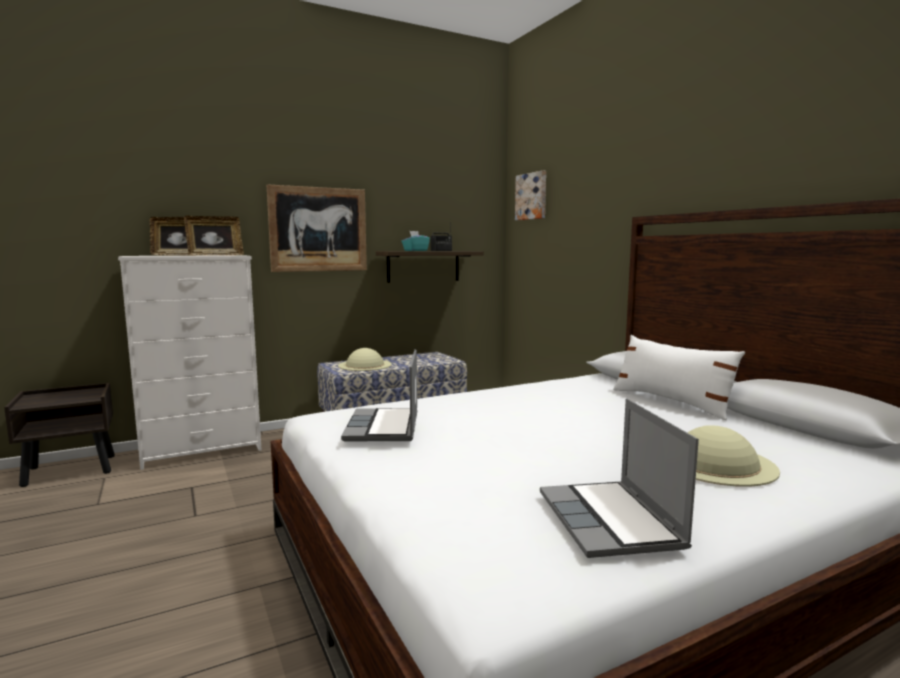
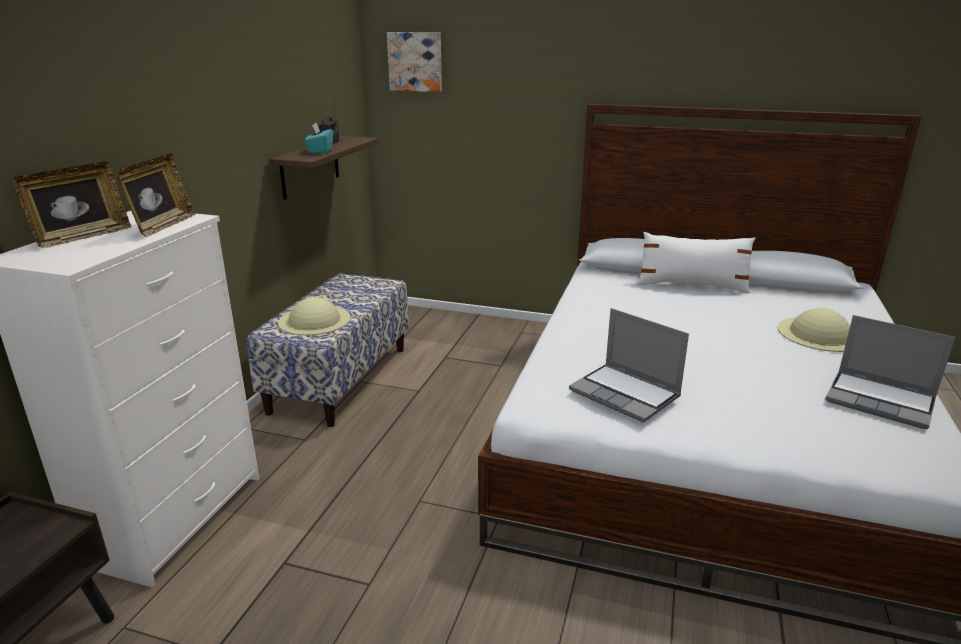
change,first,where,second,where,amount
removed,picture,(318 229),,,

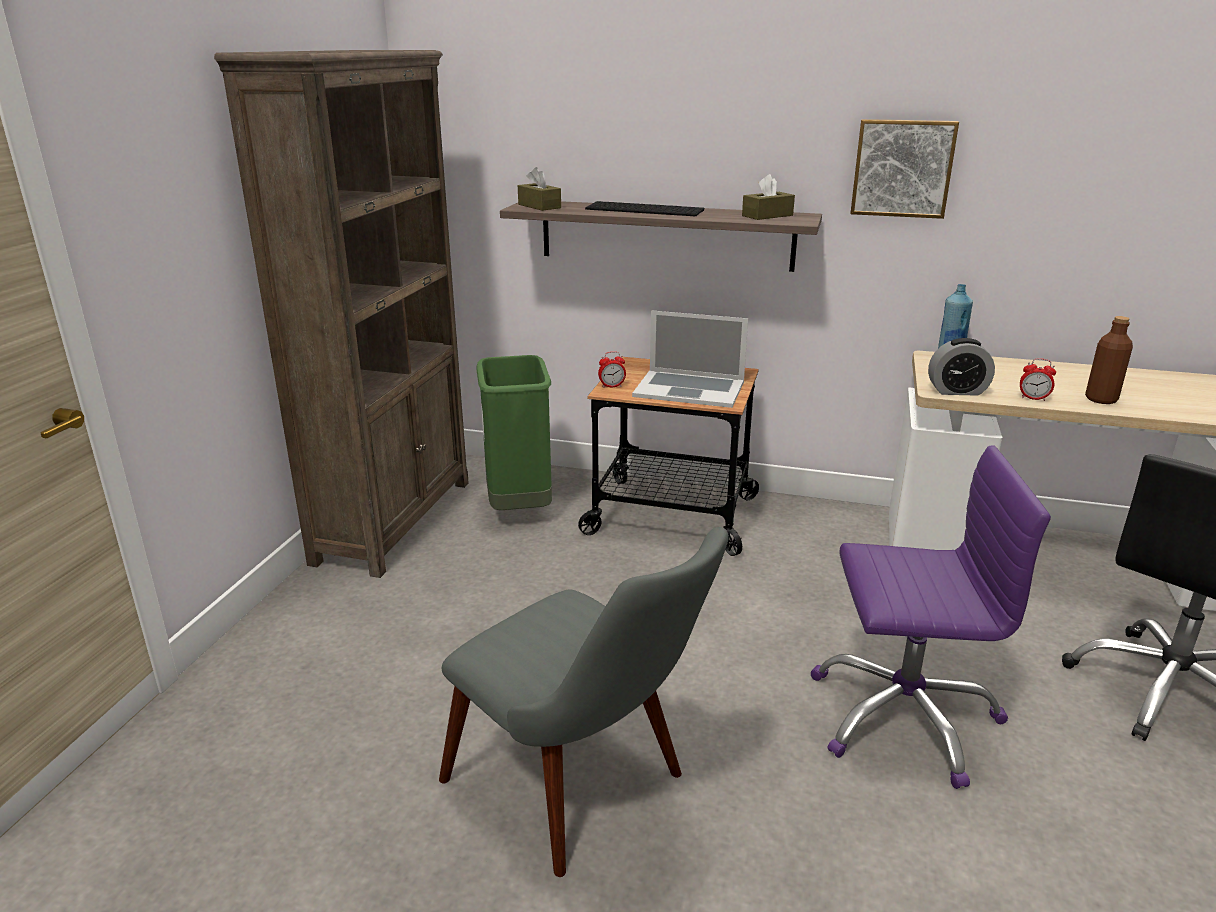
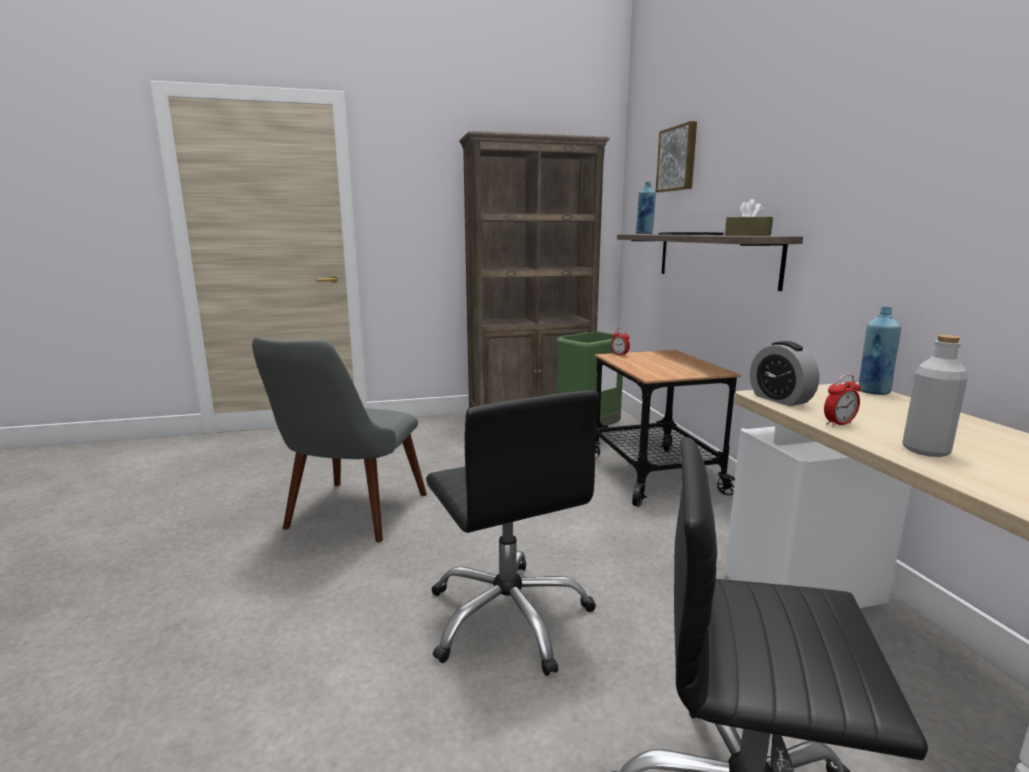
change,first,where,second,where,amount
moved,picture,(902 168),,(678 159),
replaced,brown tissue box,(539 206),blue bottle,(644 234),
removed,laptop,(689 389),,,
recoloured,brown bottle,(1101 399),grey bottle,(925 450),
turned,alarm clock,(1033 398),,(839 424),105 degrees counterclockwise
recoloured,purple office chair,(903 715),black office chair,(509 617),

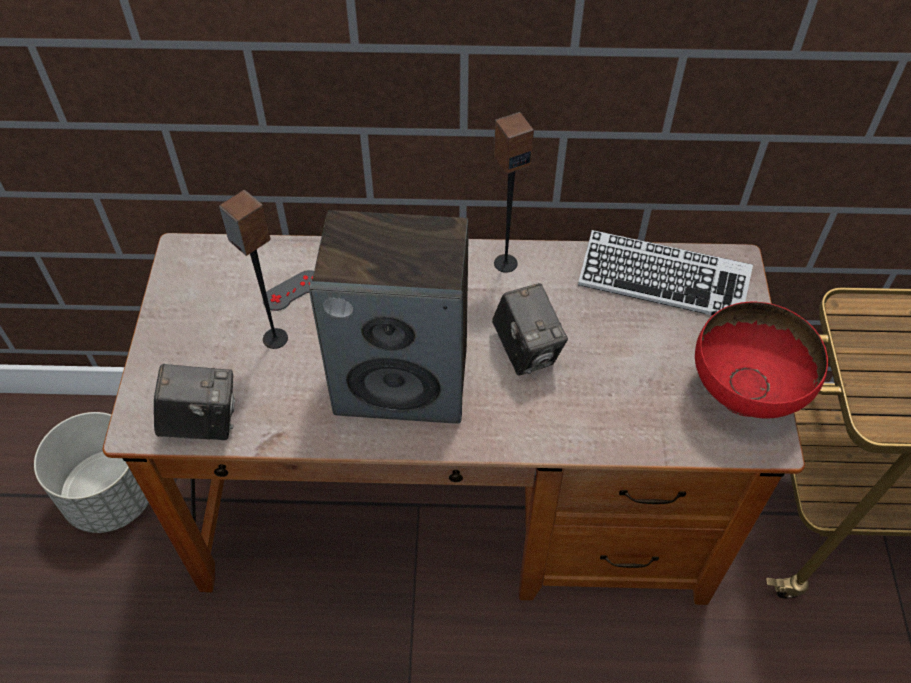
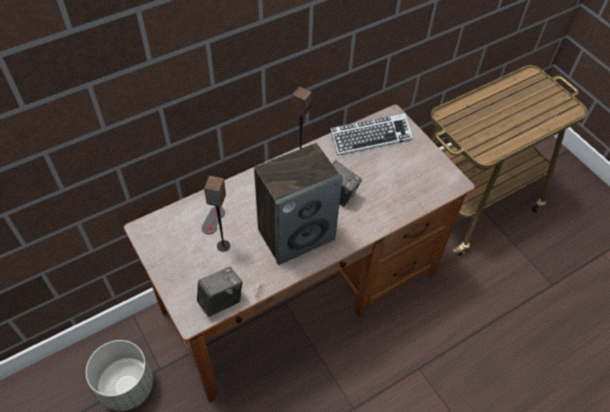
change,first,where,second,where,amount
removed,red bowl,(745 393),,,

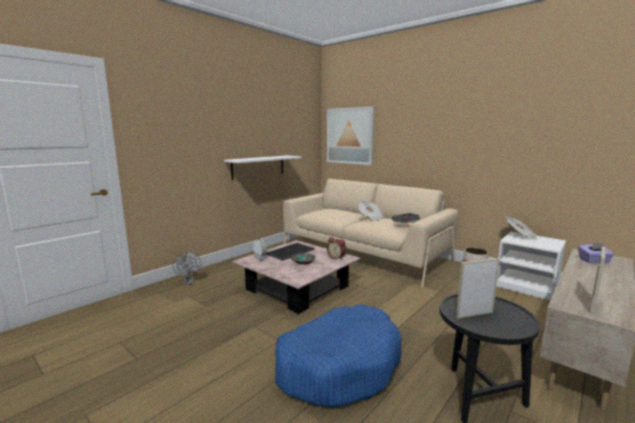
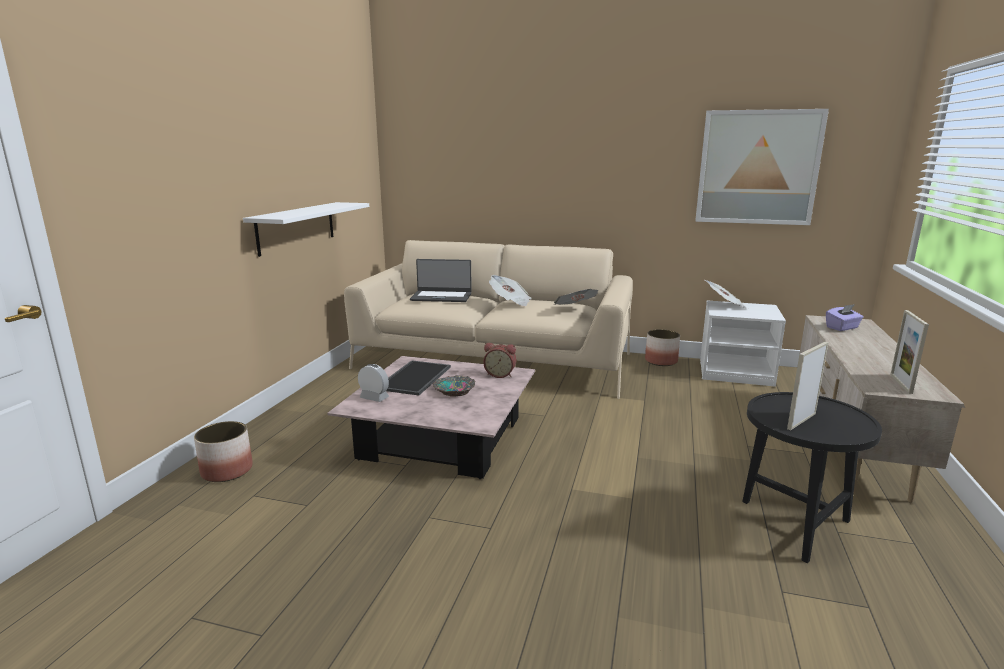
change,first,where,second,where,amount
moved,picture,(349 136),,(757 167),
replaced,grey fan,(189 282),planter,(227 470),
removed,blue dog bed,(339 365),,,
added,,,laptop,(441 297),

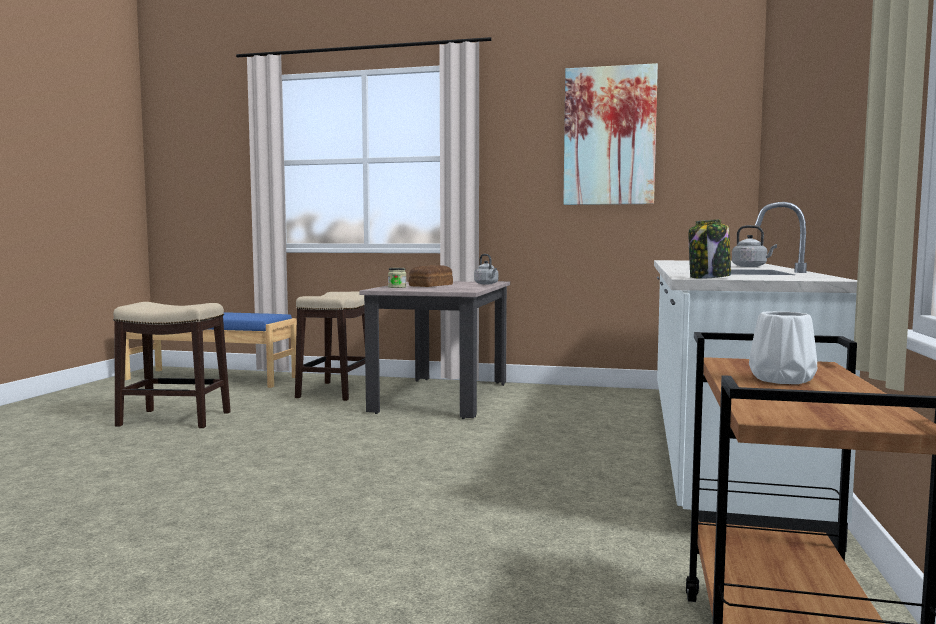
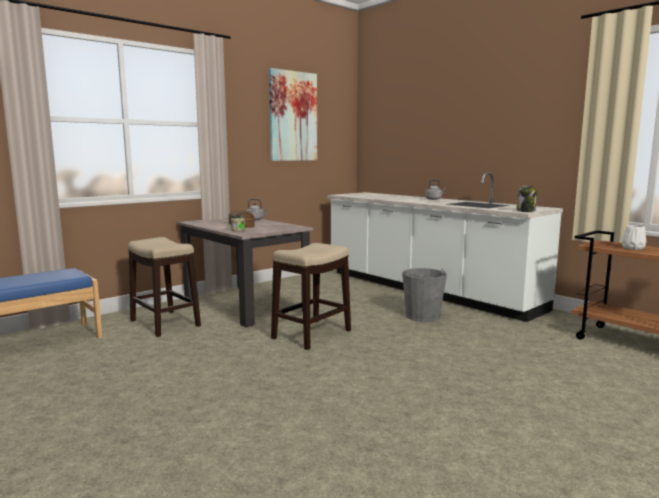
change,first,where,second,where,amount
moved,stool,(173 419),,(311 334),
added,,,grey bucket,(422 316),

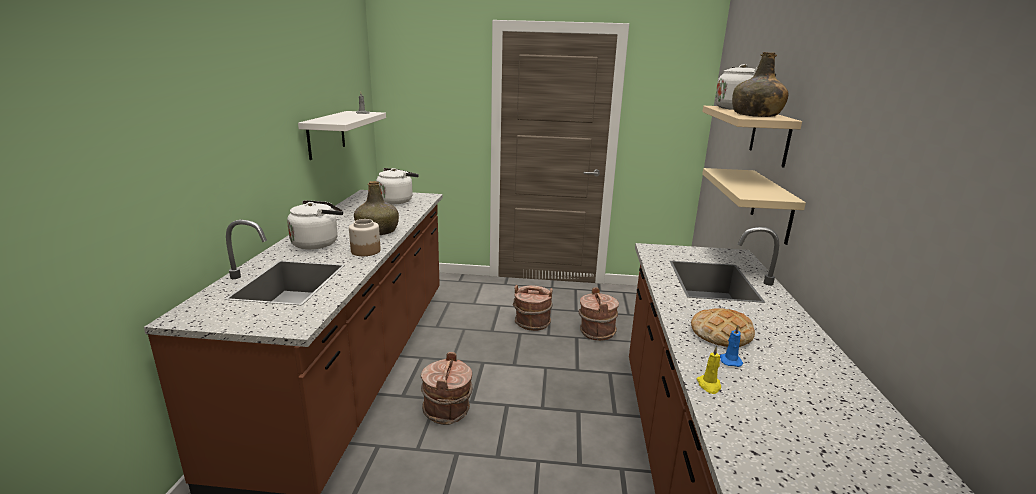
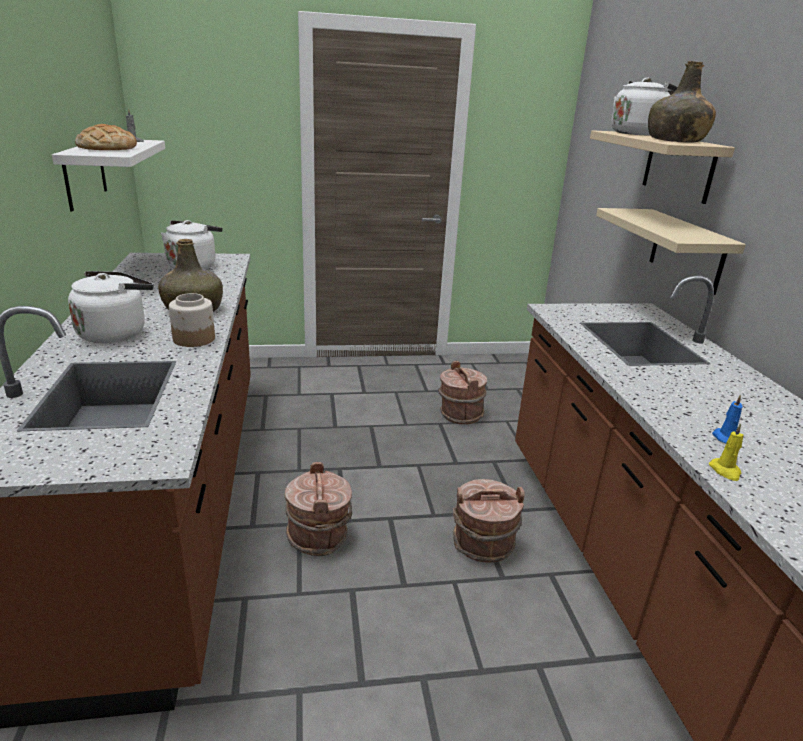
change,first,where,second,where,amount
moved,brown bucket,(532 323),,(483 545),
moved,bread,(721 333),,(107 148),

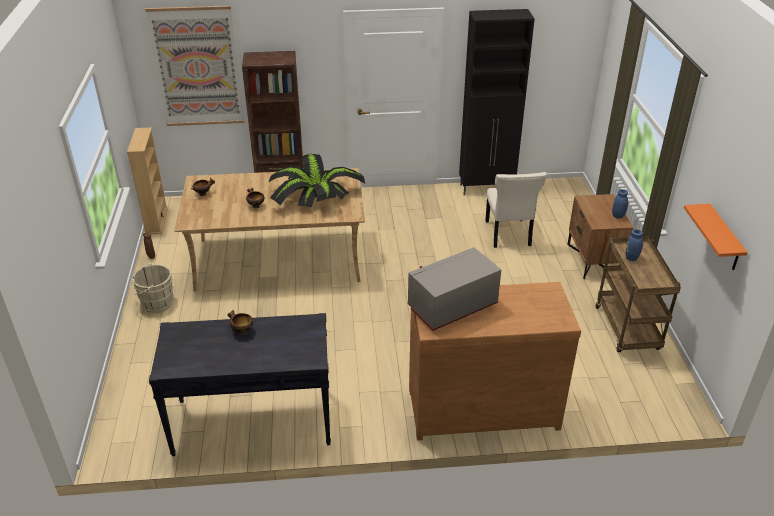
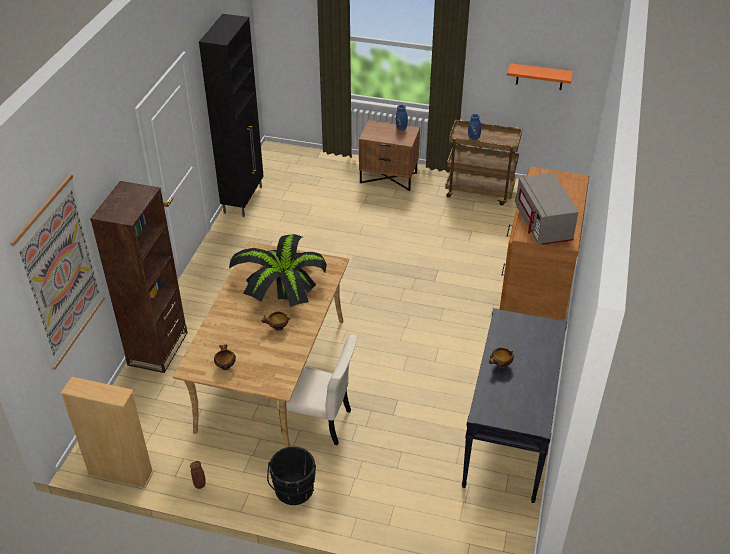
change,first,where,second,where,amount
moved,beige chair,(508 235),,(319 422),
recoloured,beige bucket,(155 303),black bucket,(294 492),

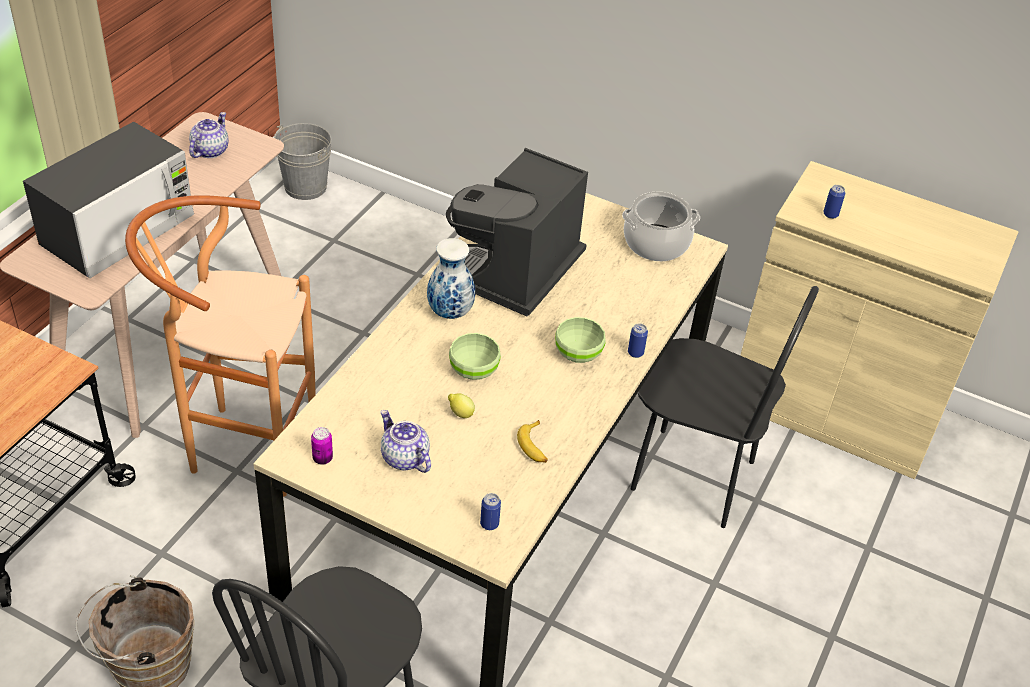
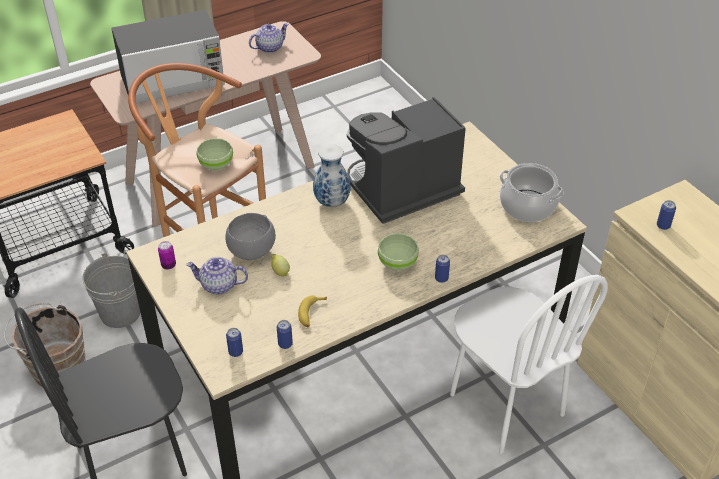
change,first,where,second,where,amount
moved,grey bucket,(305 187),,(120 313),
recoloured,black chair,(692 476),white chair,(505 405),
moved,green bowl,(473 370),,(216 164),
turned,teapot,(404 458),,(218 285),75 degrees counterclockwise
added,,,grey bowl,(251 252),
added,,,can,(285 344),

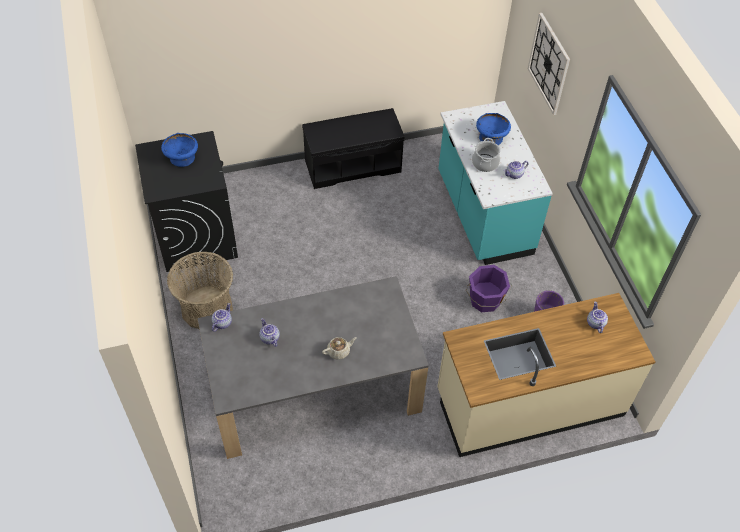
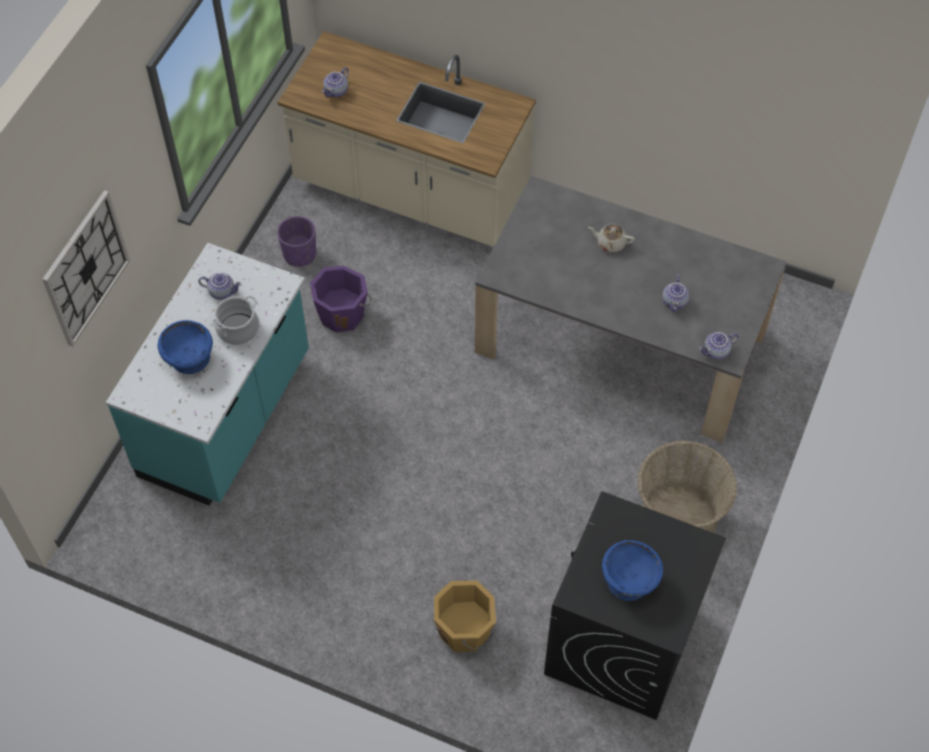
change,first,where,second,where,amount
removed,black bench,(353 165),,,
added,,,orange bucket,(465 630),

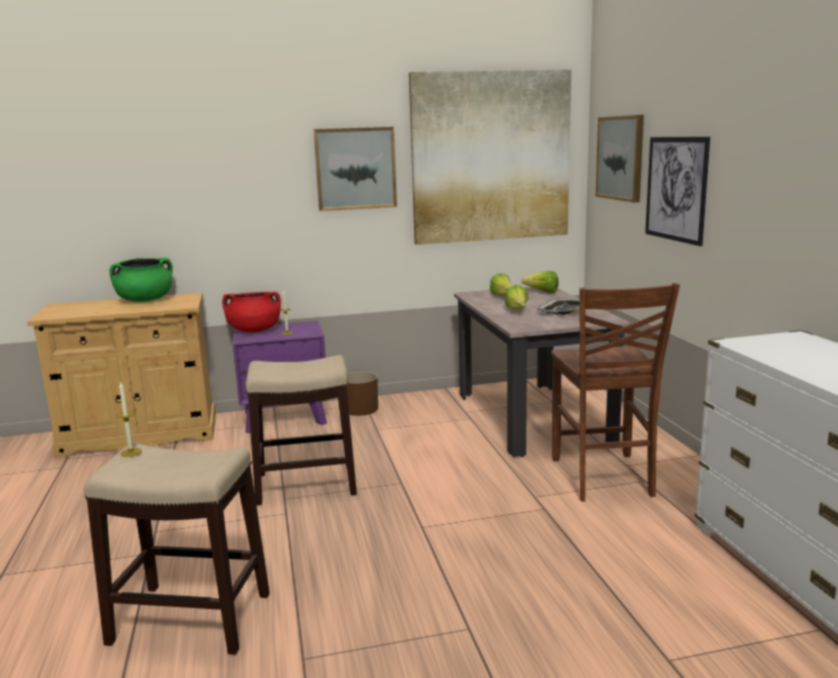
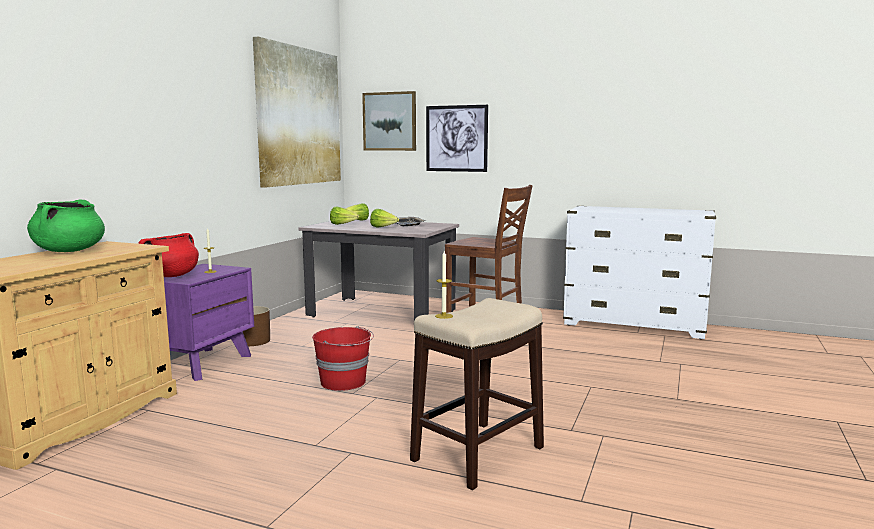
change,first,where,second,where,amount
removed,picture,(355 168),,,
replaced,stool,(307 484),red bucket,(344 382),

